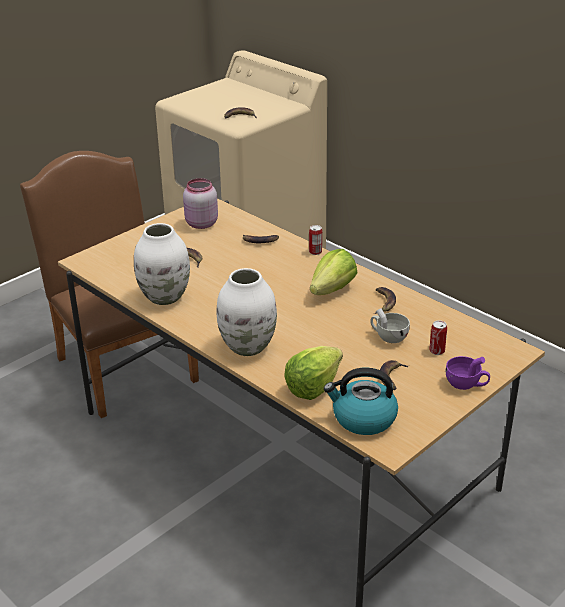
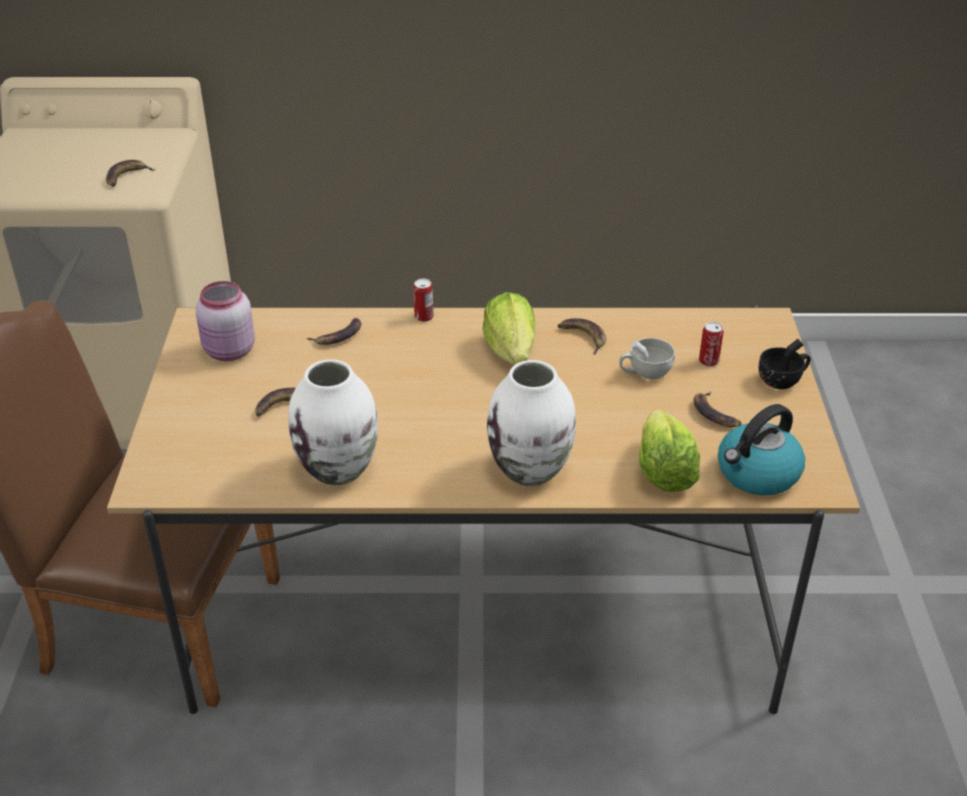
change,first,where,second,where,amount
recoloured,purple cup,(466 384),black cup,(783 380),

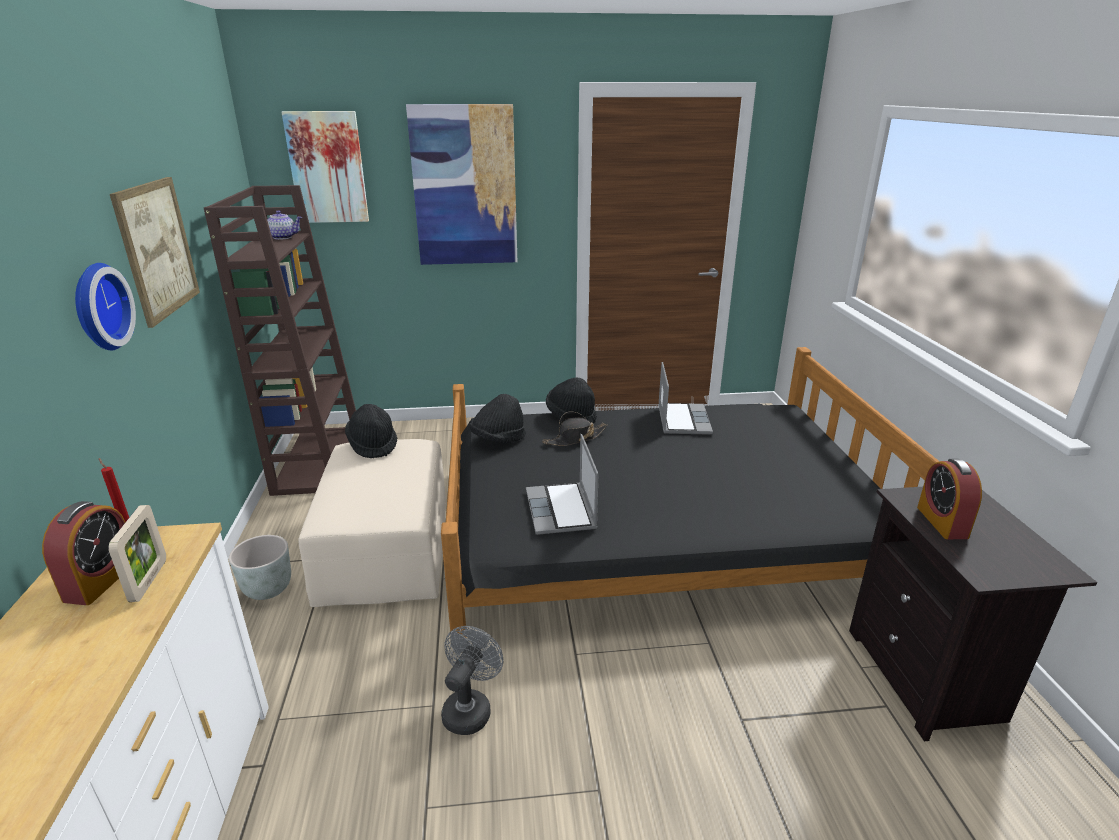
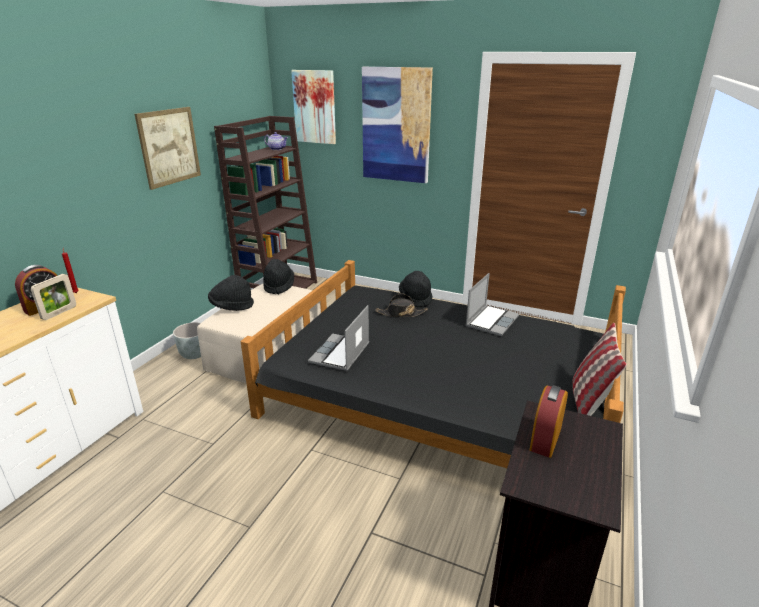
change,first,where,second,where,amount
removed,wall clock,(97 307),,,
moved,black hat,(498 439),,(231 306),
removed,grey fan,(470 708),,,
added,,,pillow,(588 400),

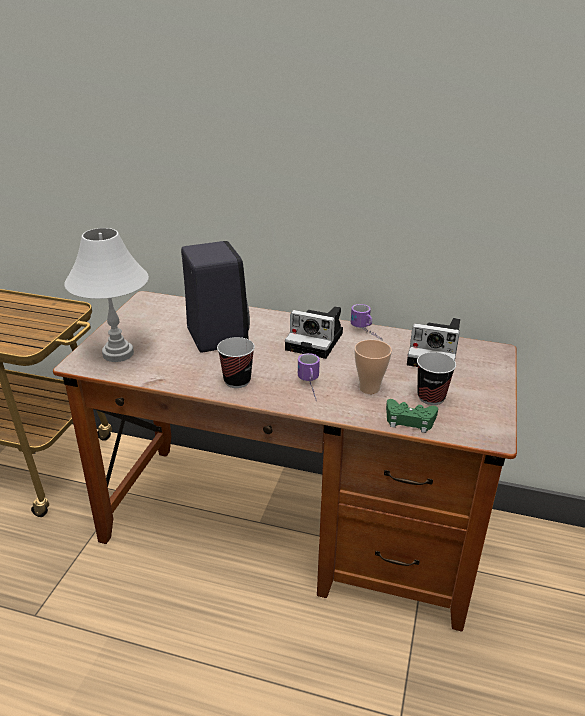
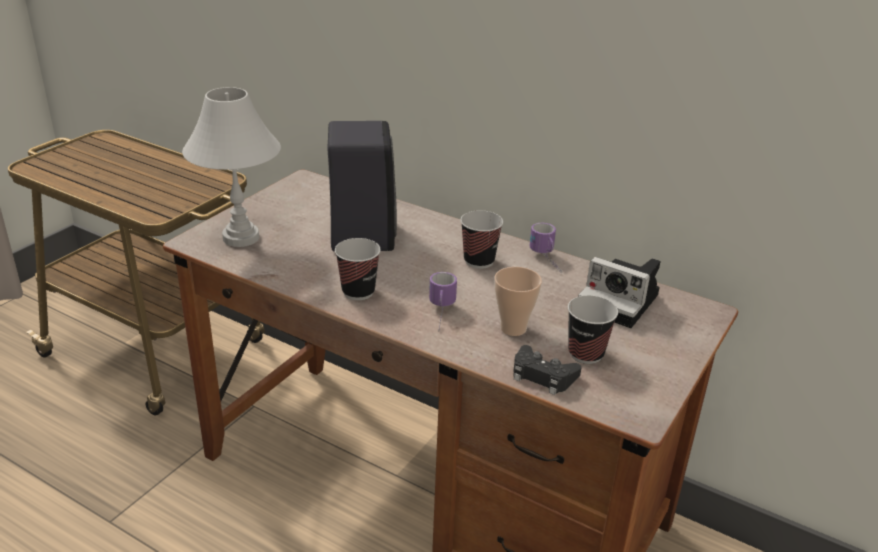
change,first,where,second,where,amount
replaced,photo camera,(317 341),cup,(479 261),
recoloured,green game controller,(409 420),black game controller,(542 376),

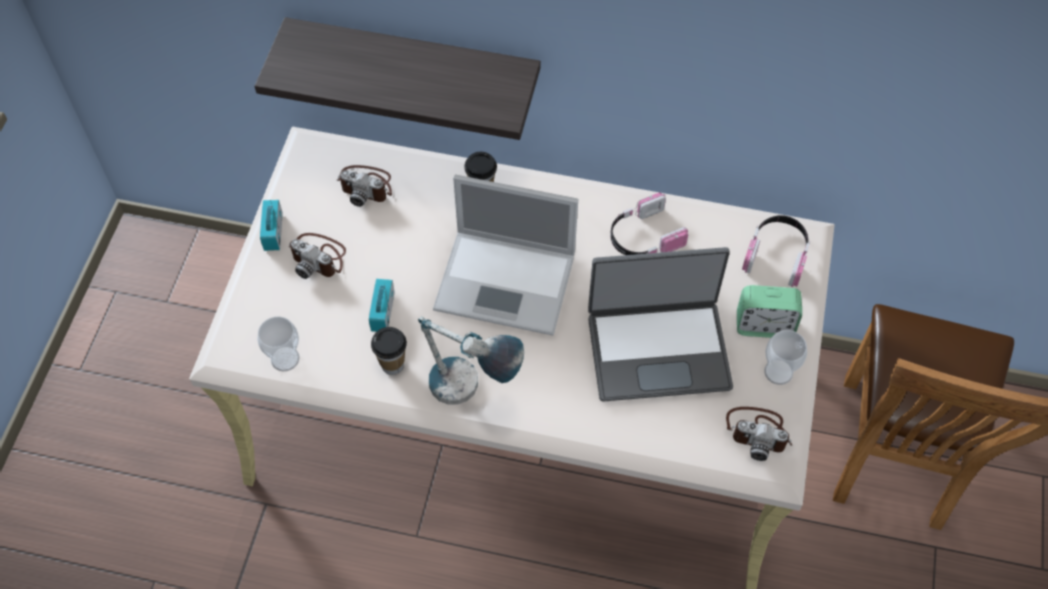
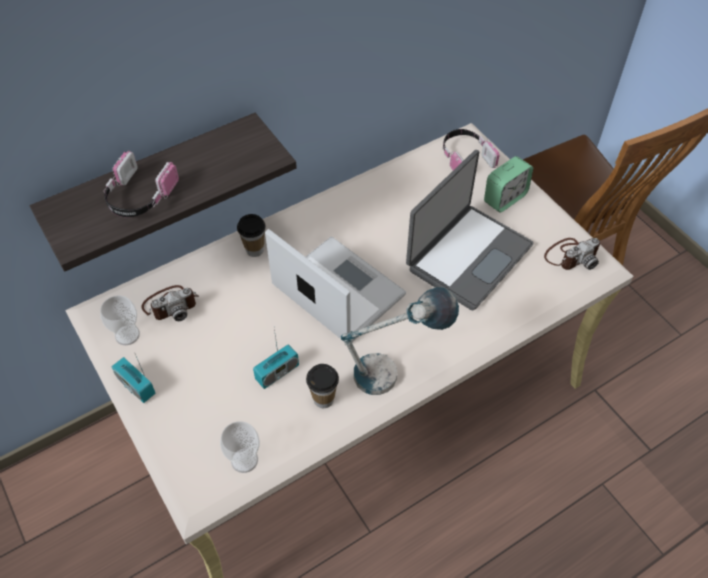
change,first,where,second,where,amount
turned,laptop,(508 282),,(336 289),105 degrees counterclockwise
moved,headphones,(643 237),,(139 197),
removed,photo camera,(319 257),,,
turned,radio,(382 312),,(277 373),90 degrees counterclockwise
moved,cup,(778 372),,(127 335),

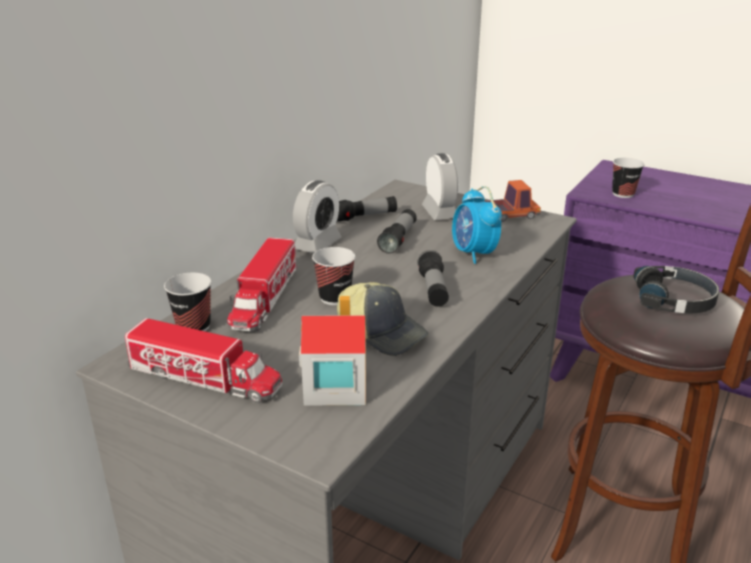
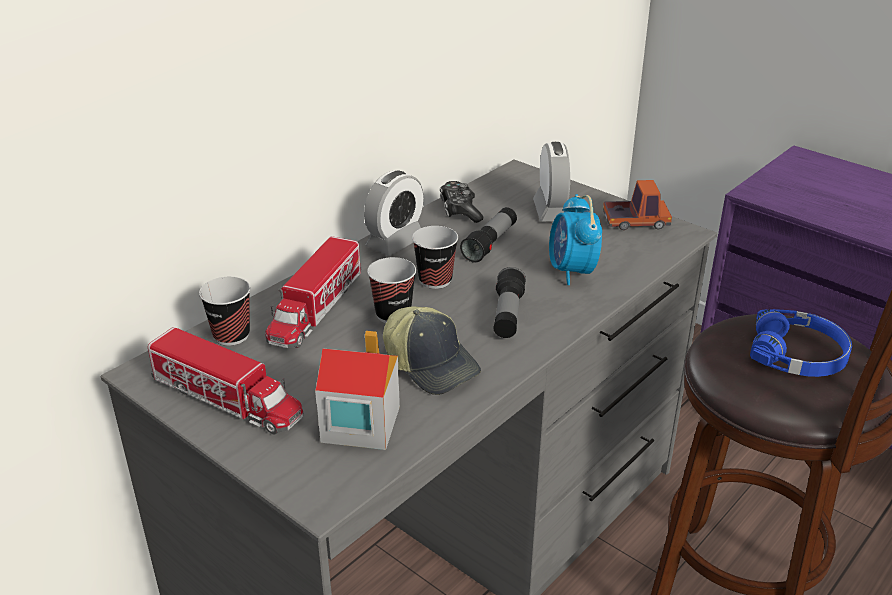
change,first,where,second,where,amount
moved,cup,(623 194),,(435 280),
replaced,flashlight,(364 217),game controller,(460 210),
recoloured,black headphones,(674 300),blue headphones,(798 355),

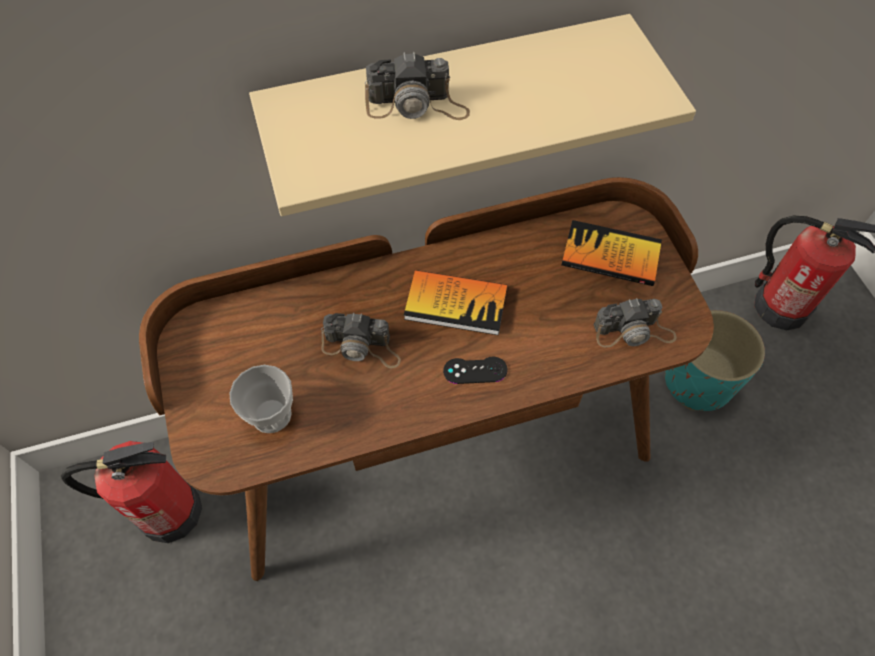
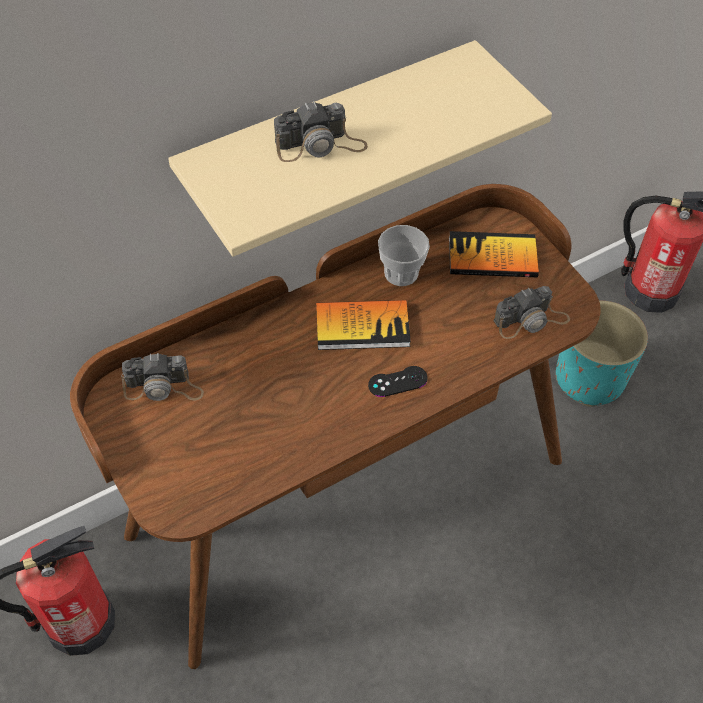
change,first,where,second,where,amount
moved,photo camera,(362 347),,(163 387),
moved,cup,(271 414),,(401 273),

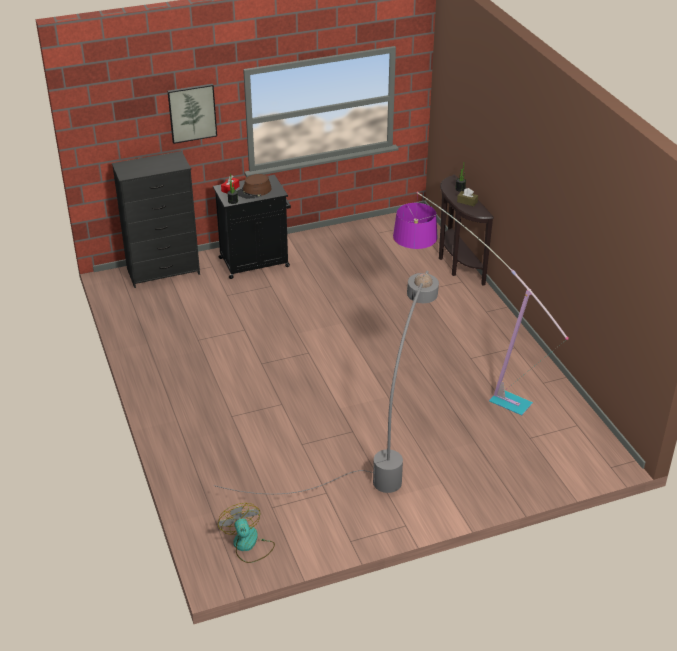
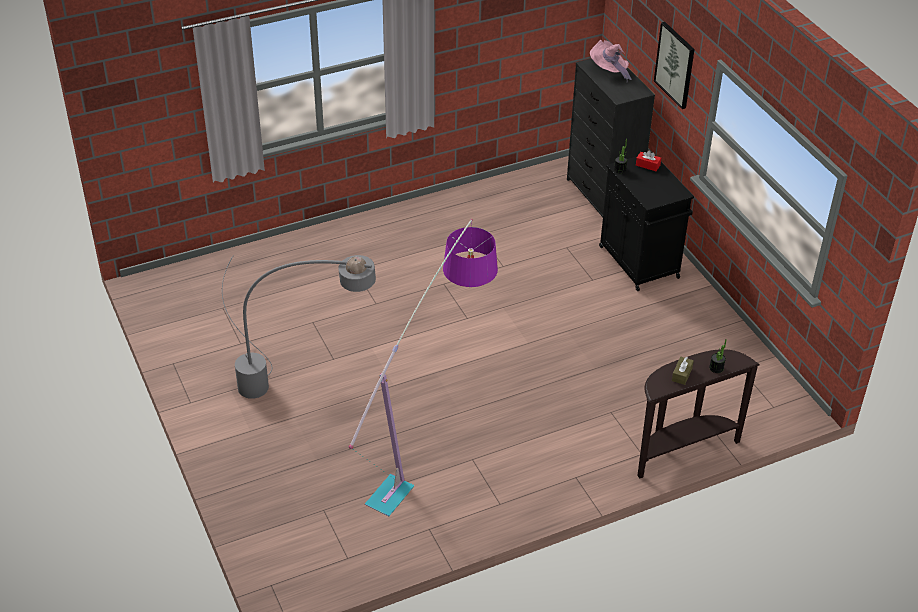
change,first,where,second,where,amount
removed,brown hat,(254 191),,,
removed,fan,(248 545),,,
added,,,pink hat,(609 71),

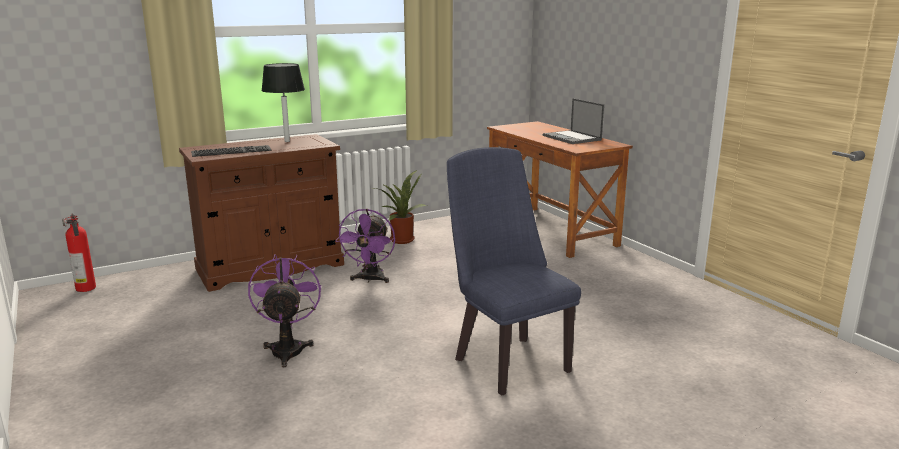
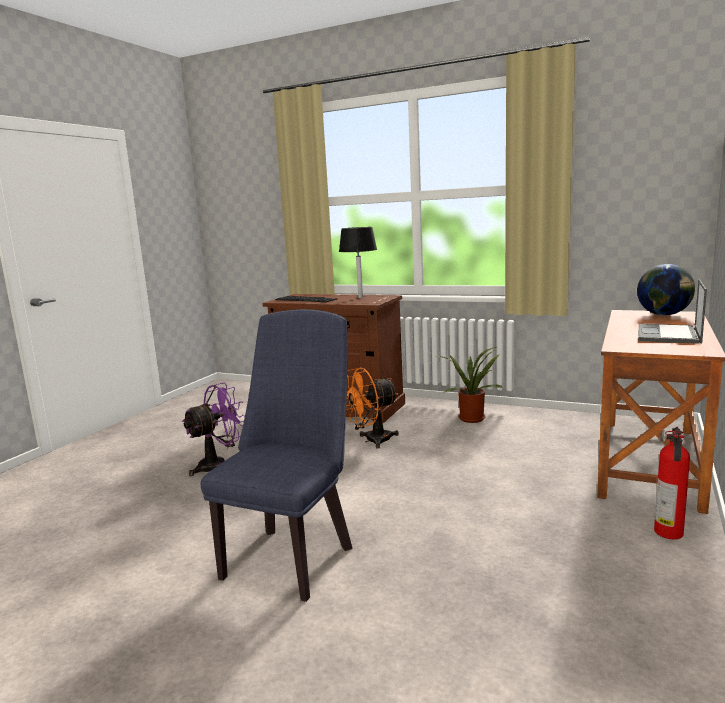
change,first,where,second,where,amount
recoloured,purple fan,(370 279),orange fan,(372 441),
moved,fire extinguisher,(86 288),,(668 533),
added,,,globe,(664 315),

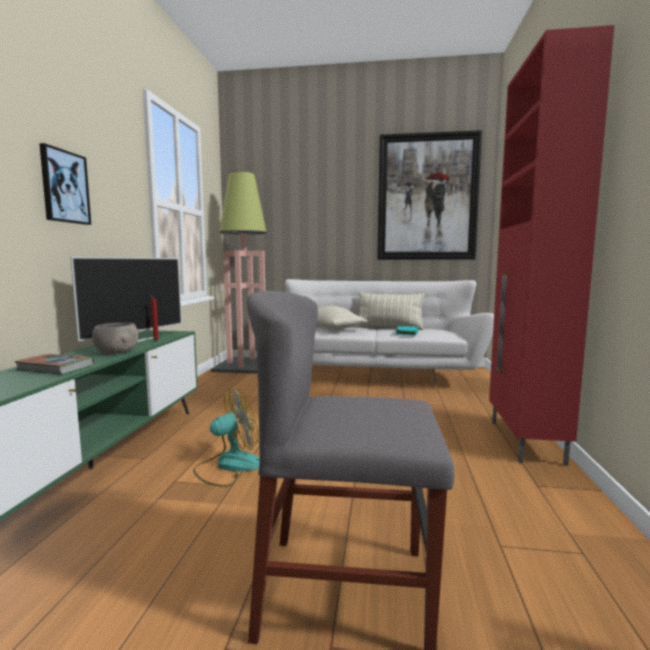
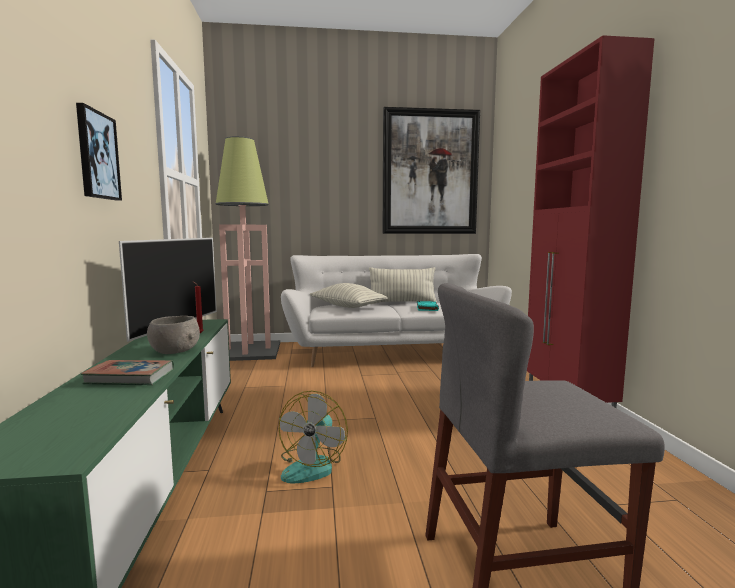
change,first,where,second,where,amount
turned,fan,(228 466),,(313 465),150 degrees clockwise

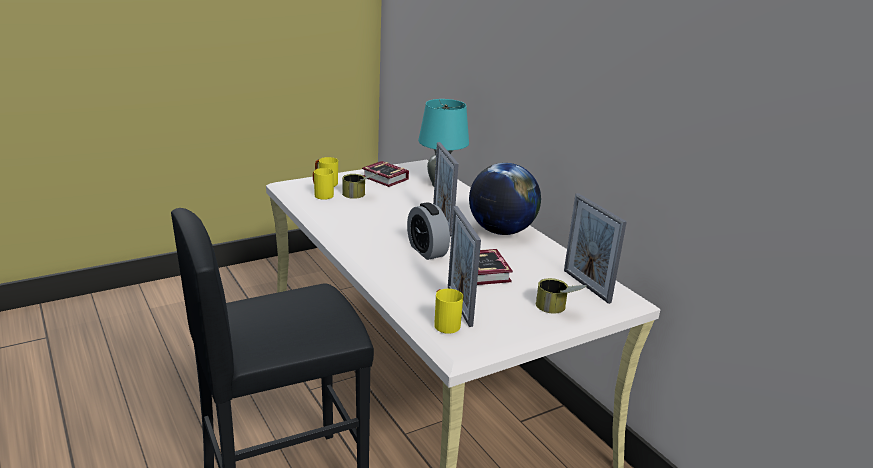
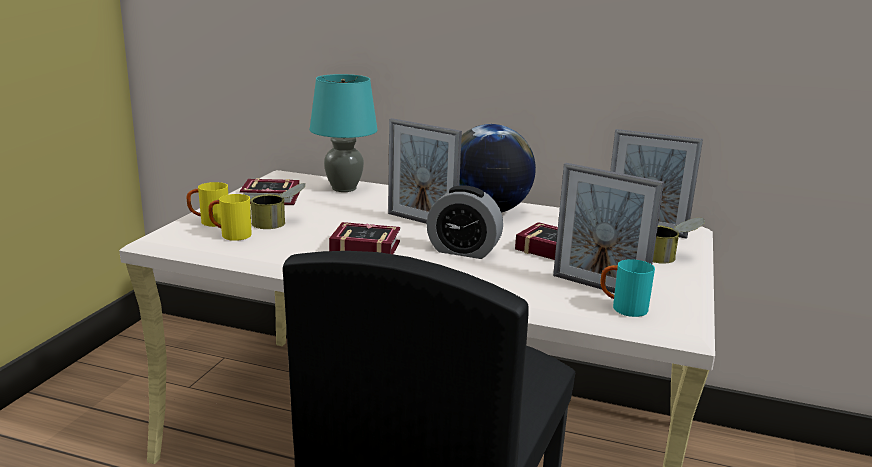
change,first,where,second,where,amount
recoloured,yellow mug,(444 324),turquoise mug,(622 308),
added,,,book,(363 247),

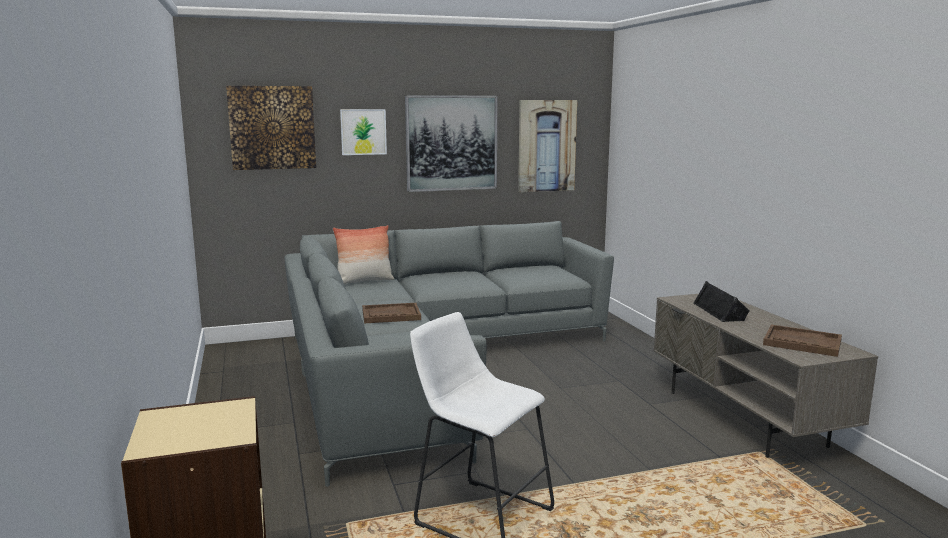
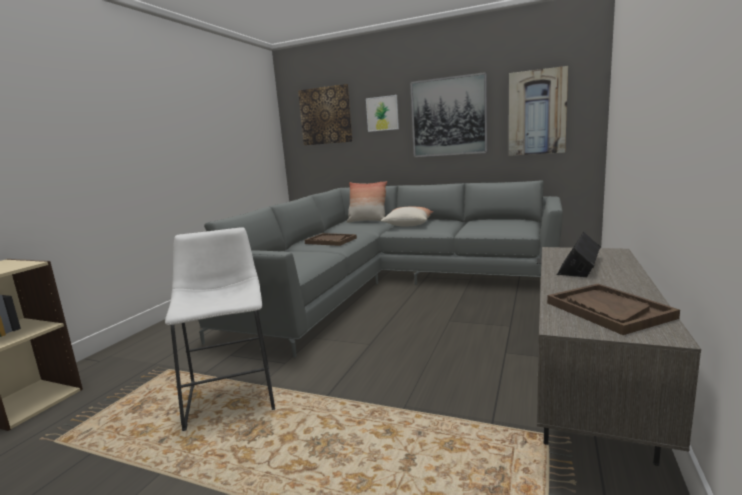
change,first,where,second,where,amount
added,,,pillow,(408 224),

